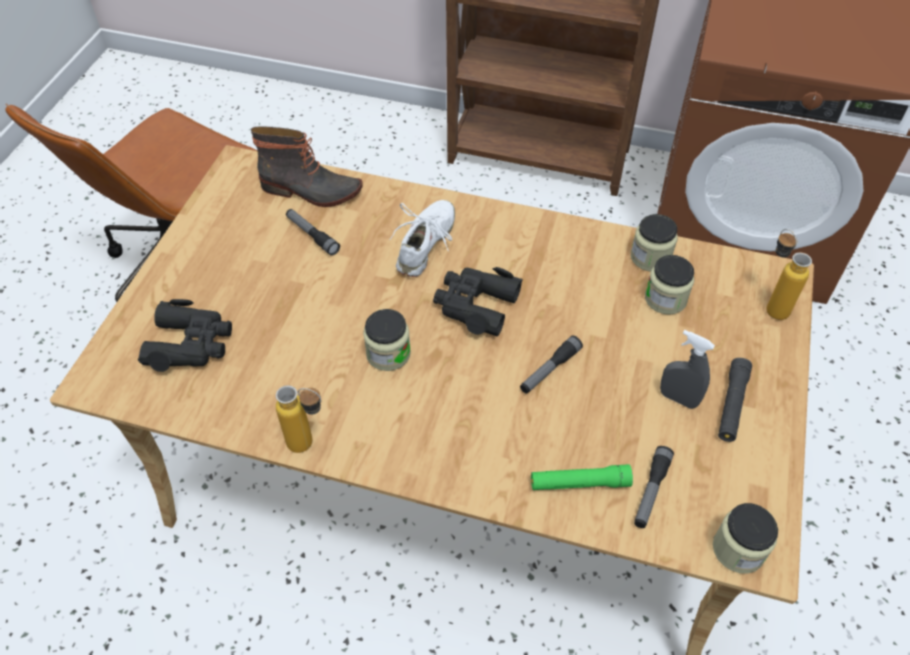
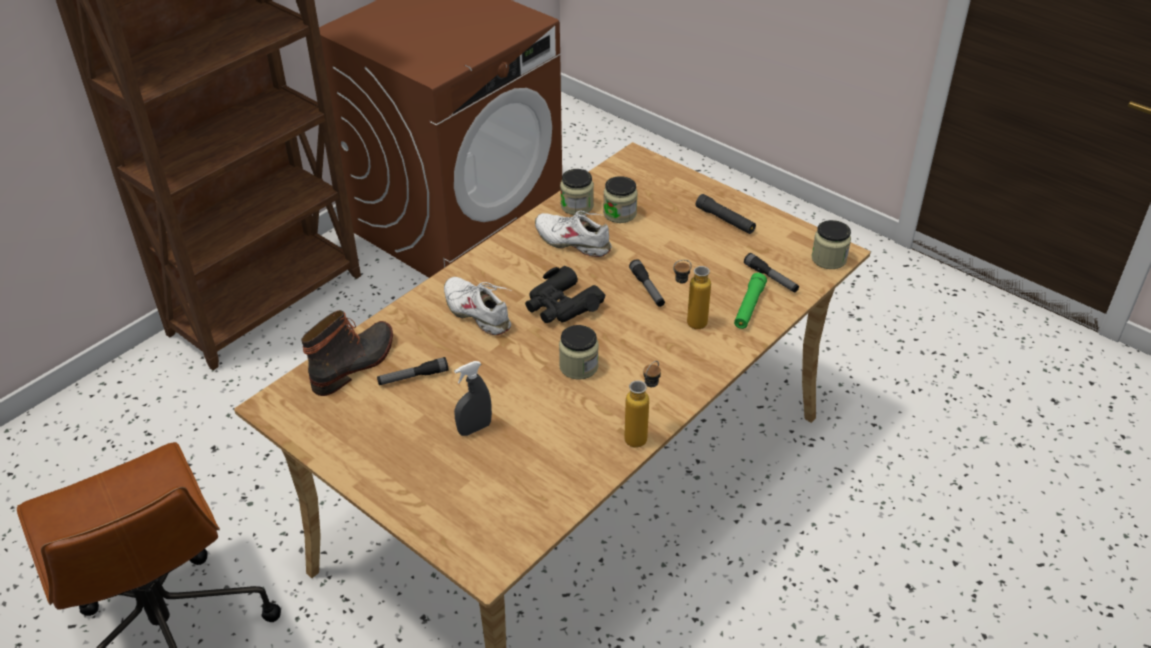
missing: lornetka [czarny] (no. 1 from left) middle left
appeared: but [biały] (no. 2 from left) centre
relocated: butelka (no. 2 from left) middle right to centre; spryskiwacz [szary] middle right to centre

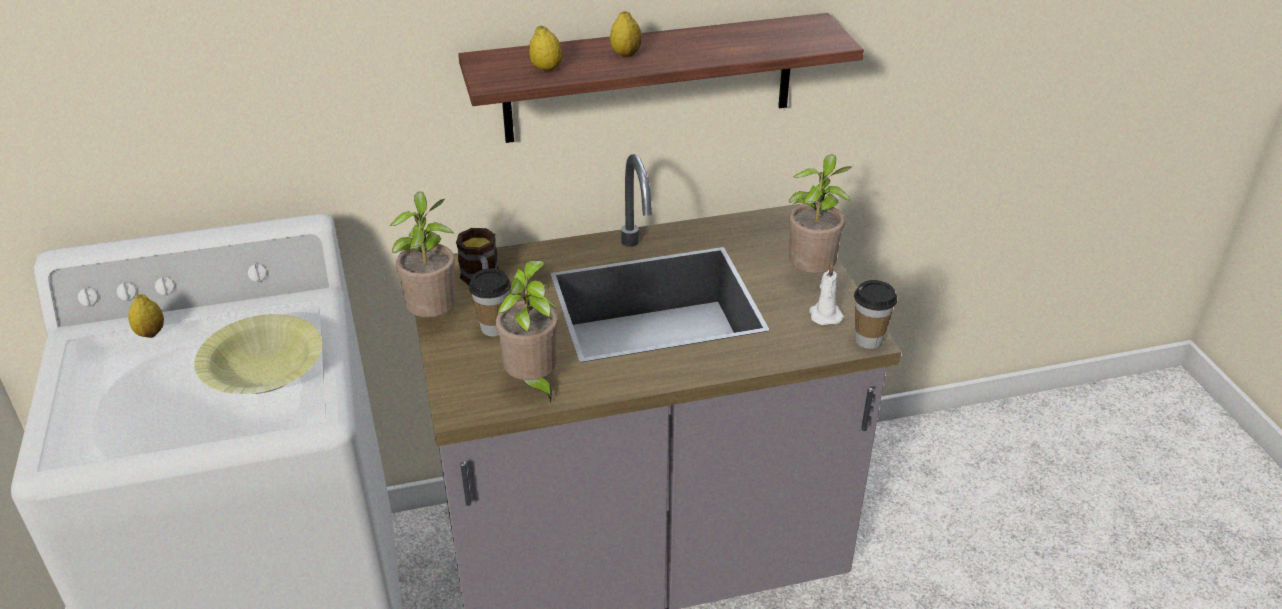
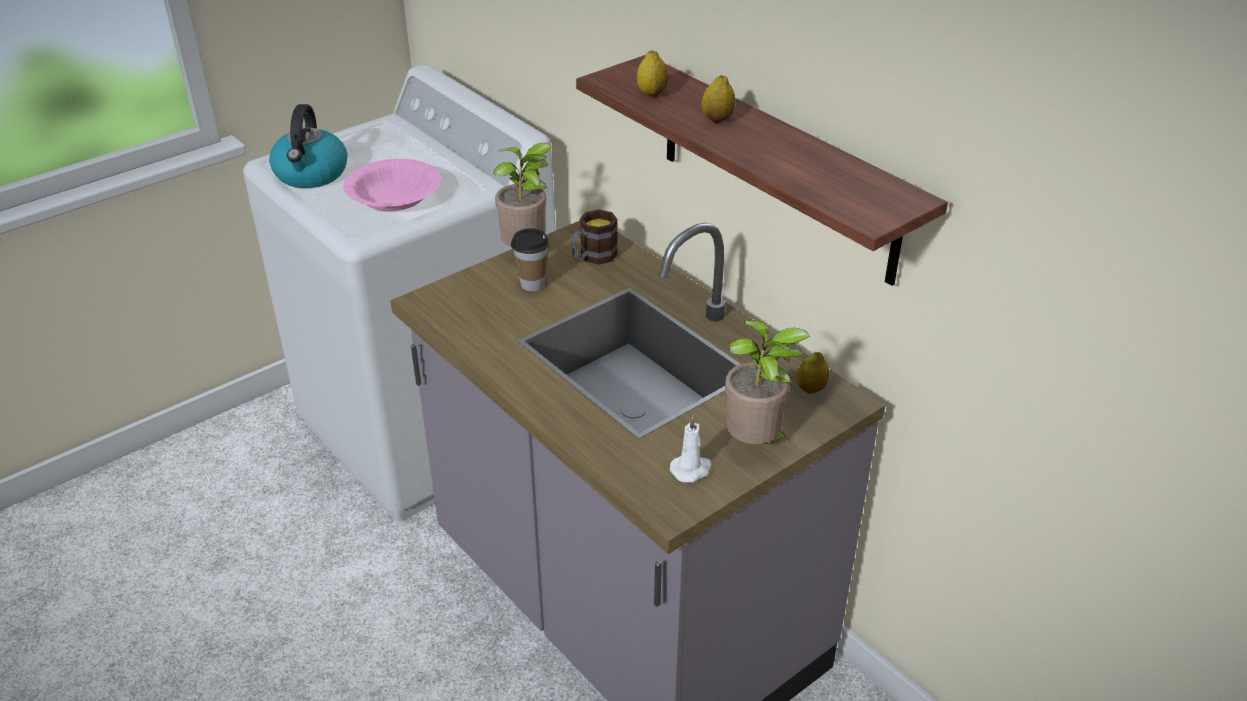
missing: roślina doniczkowa (no. 2 from left) centre; filiżanka (no. 2 from left) middle right
appeared: czajnik top left
relocated: cytryna (no. 1 from left in the first image) middle left to cytryna (no. 3 from left) centre
colour: miska [żółty] middle left to miska [różowy] top left

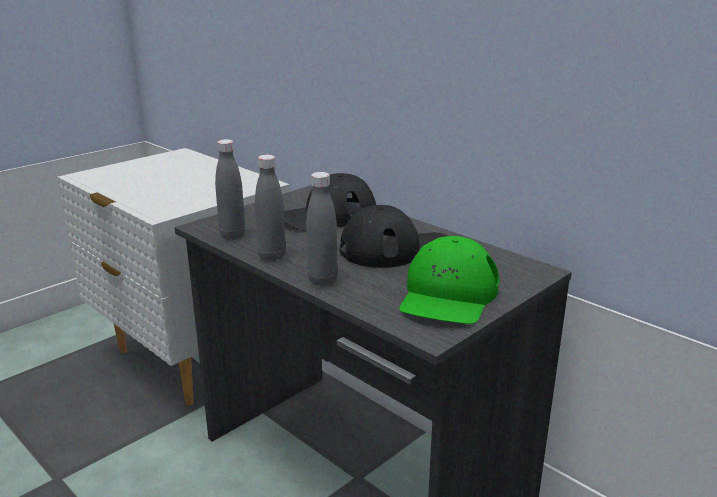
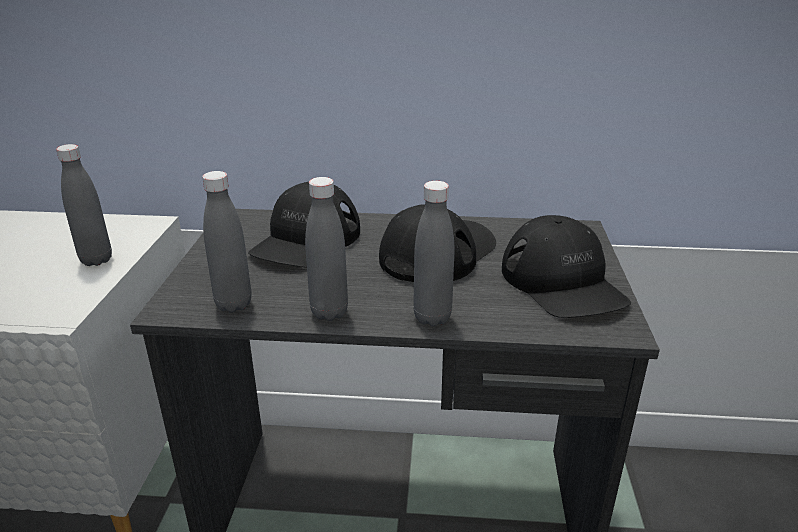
appeared: butelka [szary] (no. 1 from left) middle left
colour: czapka z daszkiem [zielony] centre to czapka z daszkiem [czarny] (no. 3 from left) middle right

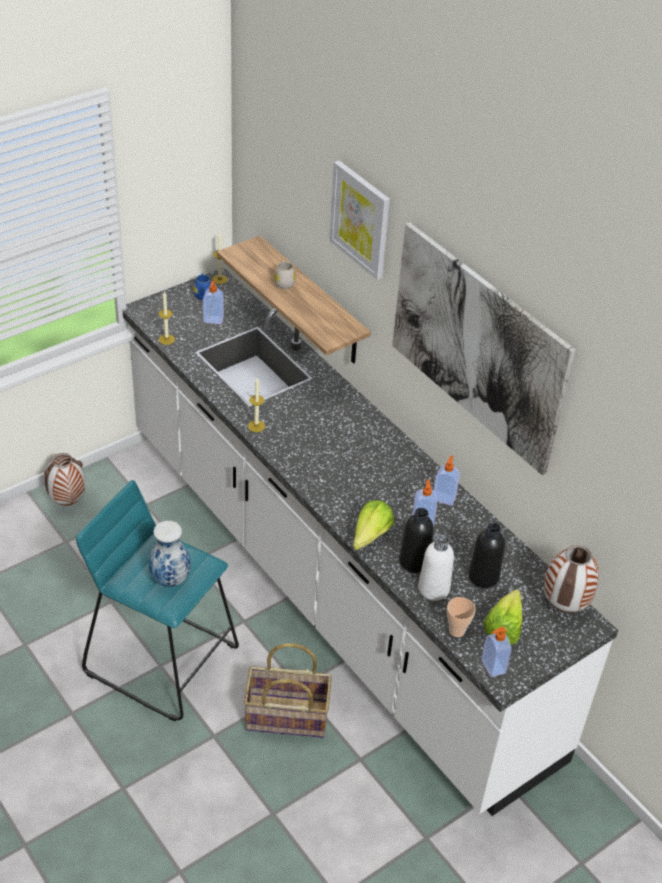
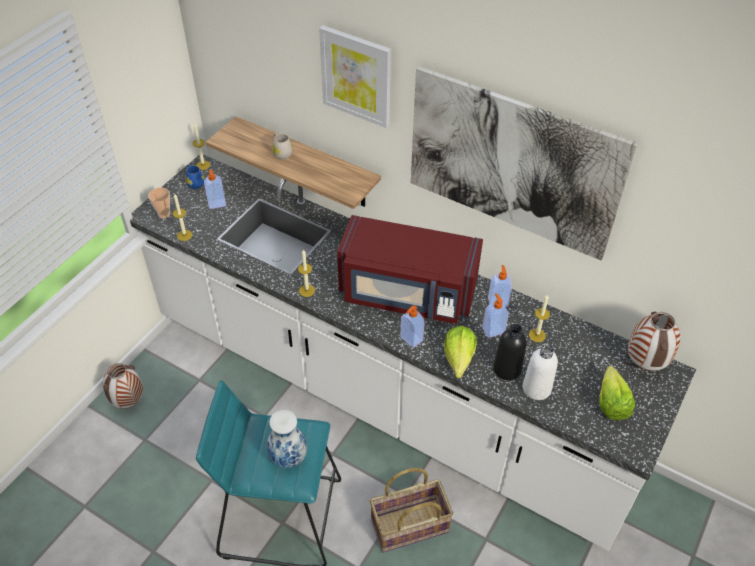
missing: butelka [czarny] (no. 2 from left) middle right
appeared: mikrofalówka [czerwony] centre; świeca (no. 4 from left) middle right
relocated: filiżanka bottom right to middle left; dozownik mydła (no. 4 from left in the first image) bottom right to dozownik mydła (no. 2 from left) centre

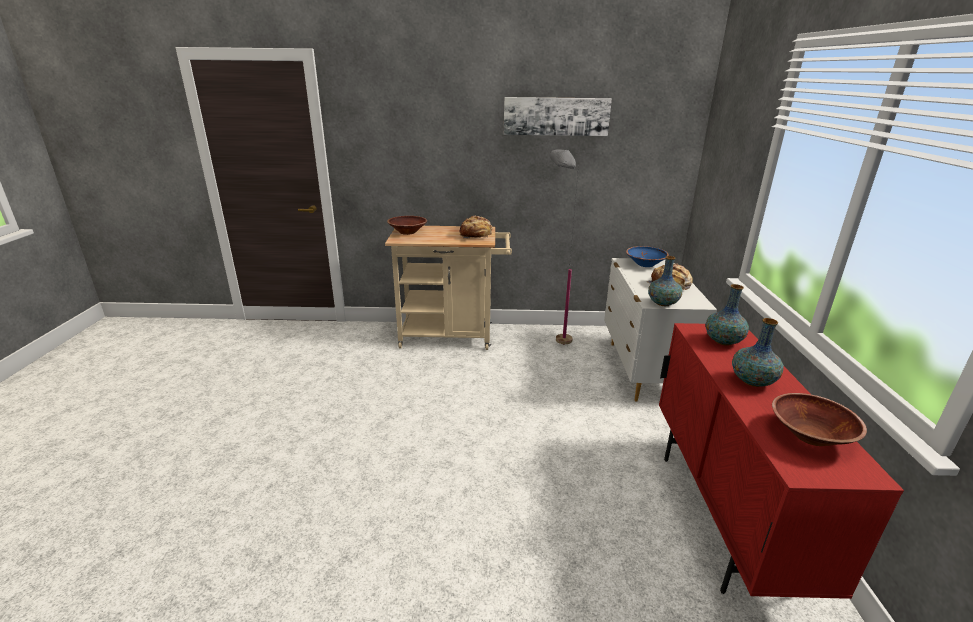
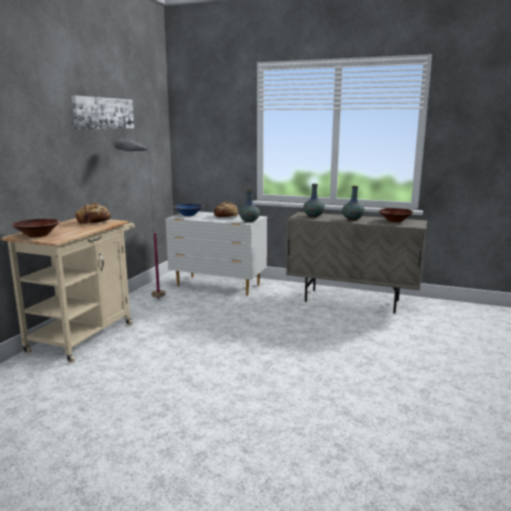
colour: szafka [czerwony] bottom right to szafka [beżowy] middle right

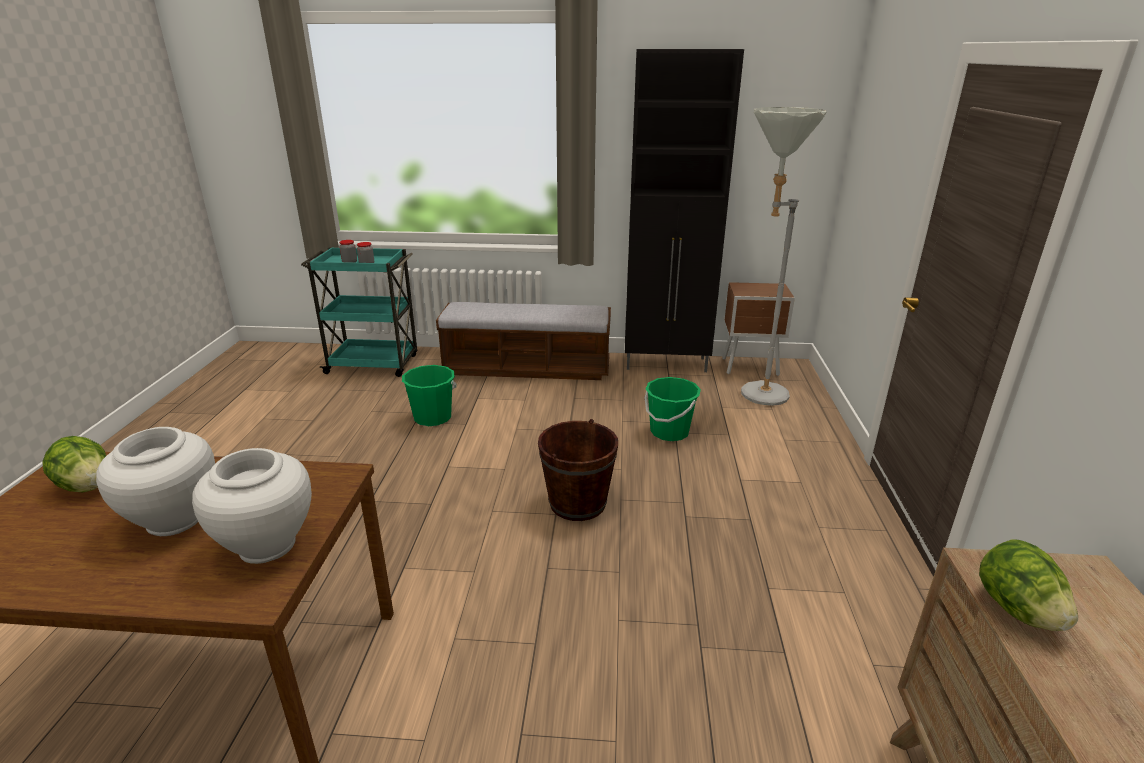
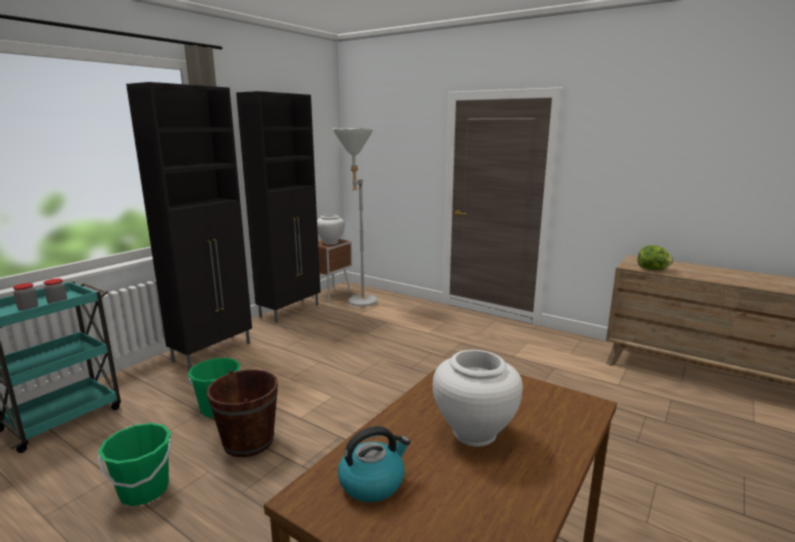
relocated: wiadro [zielony] (no. 2 from left in the first image) centre to wiadro [zielony] (no. 1 from left) bottom left; wiadro [brązowy] centre to bottom left; wazon [biały] (no. 2 from left in the first image) middle left to wazon [biały] (no. 1 from left) centre
exchanged: ławka centre to szafka [czarny] (no. 1 from left) middle left; sałata (no. 1 from left) middle left to czajnik bottom centre

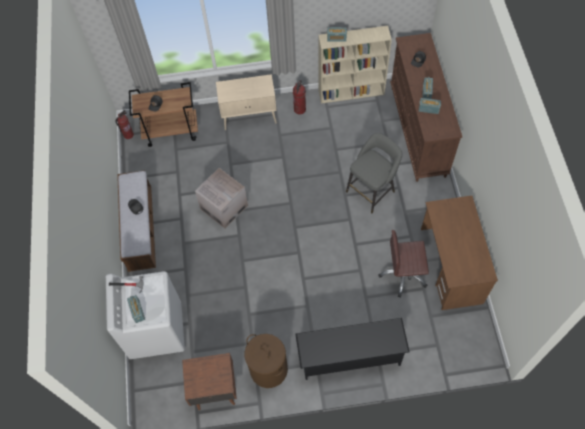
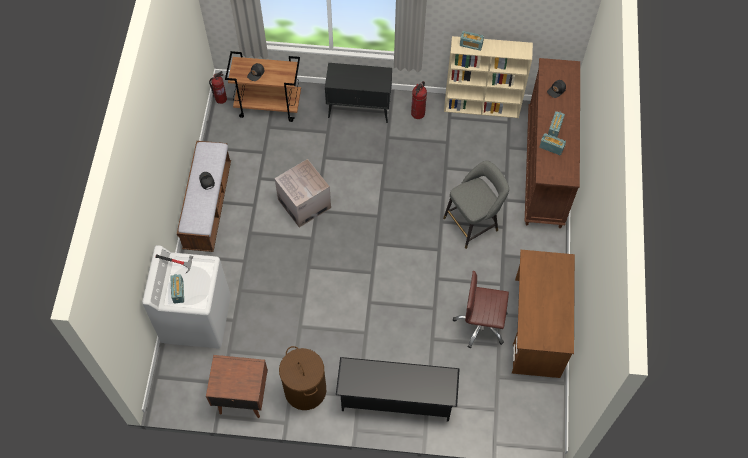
colour: szafka [beżowy] top centre to szafka [czarny] top centre

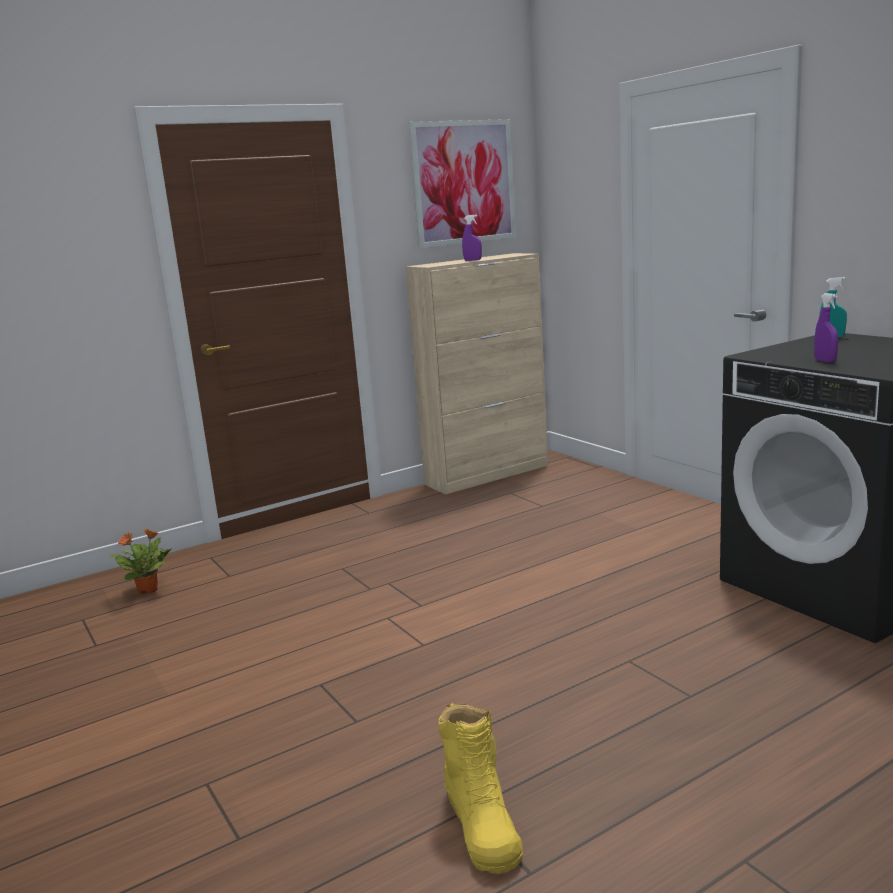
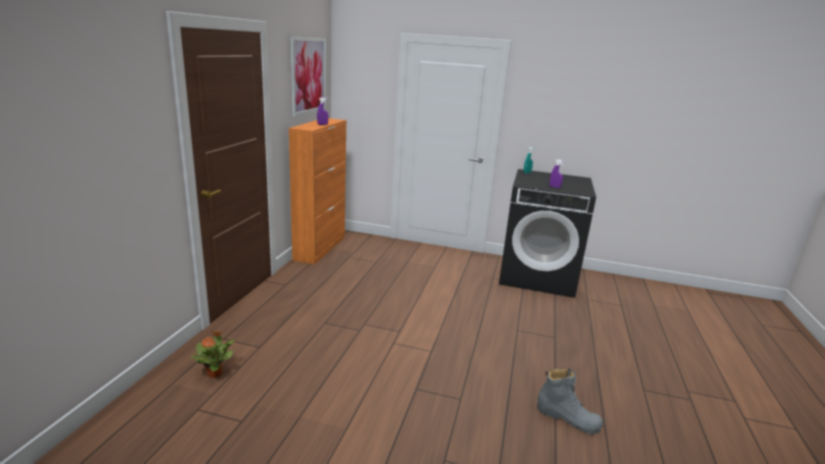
colour: szafka [beżowy] centre to szafka [pomarańczowy] centre; but z cholewką [żółty] bottom centre to but z cholewką [szary] bottom right

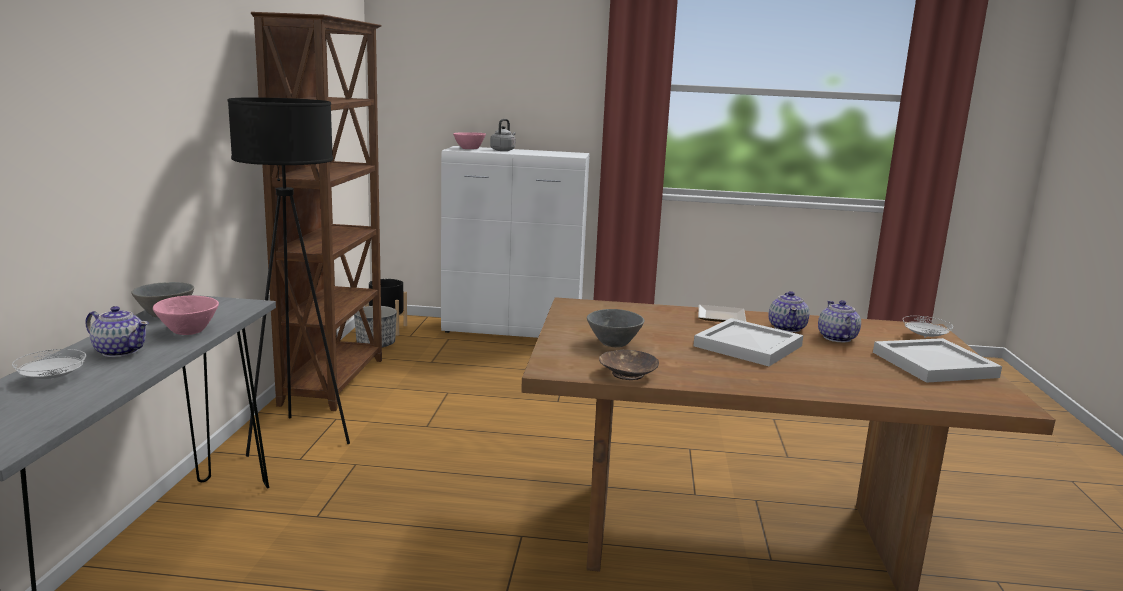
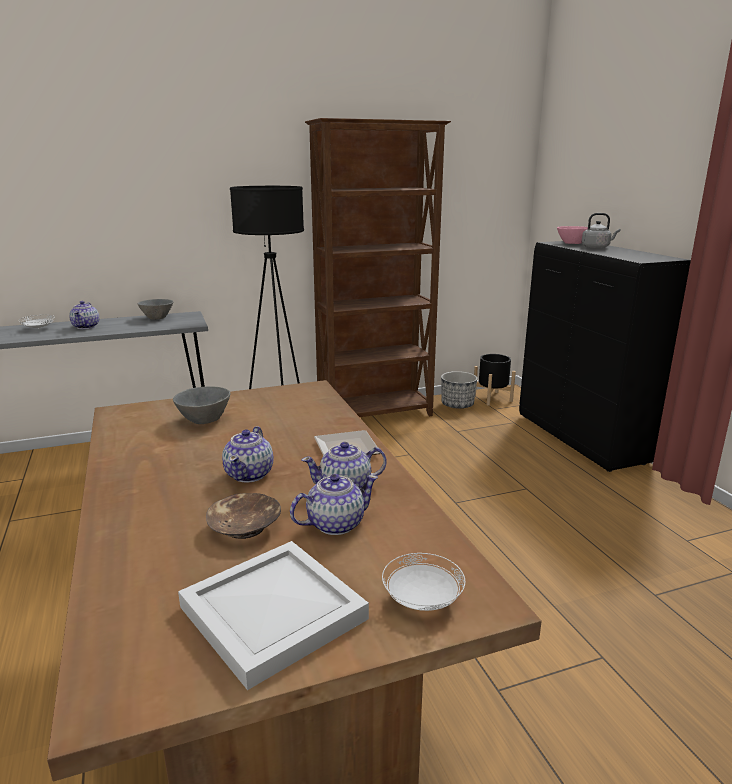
missing: miska [różowy] (no. 1 from left) middle left
relocated: miska [brązowy] centre to middle left
exchanged: taca [biały] (no. 1 from left) centre to imbryk (no. 2 from left) centre
colour: szafka [biały] centre to szafka [czarny] middle right

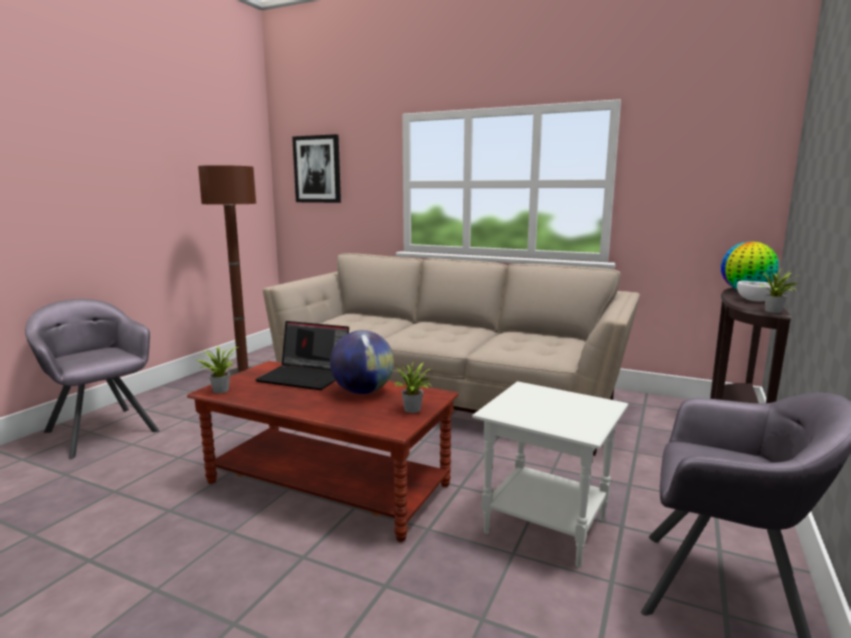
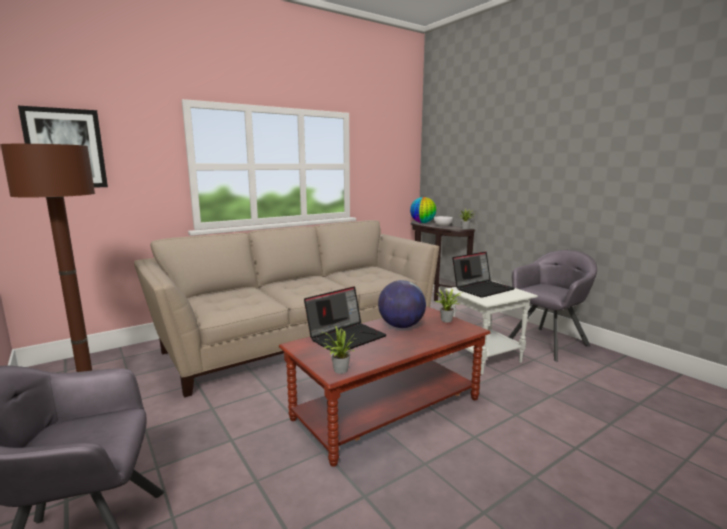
appeared: laptop (no. 2 from left) centre

